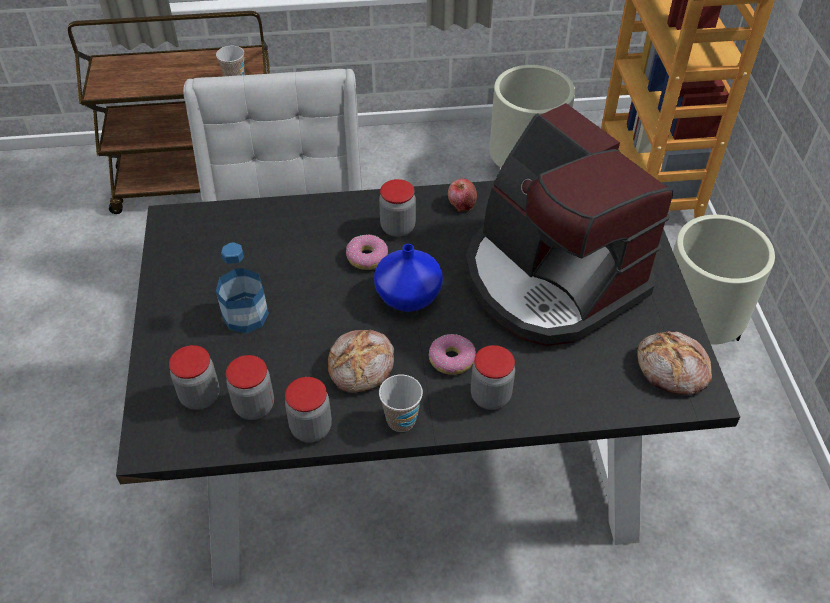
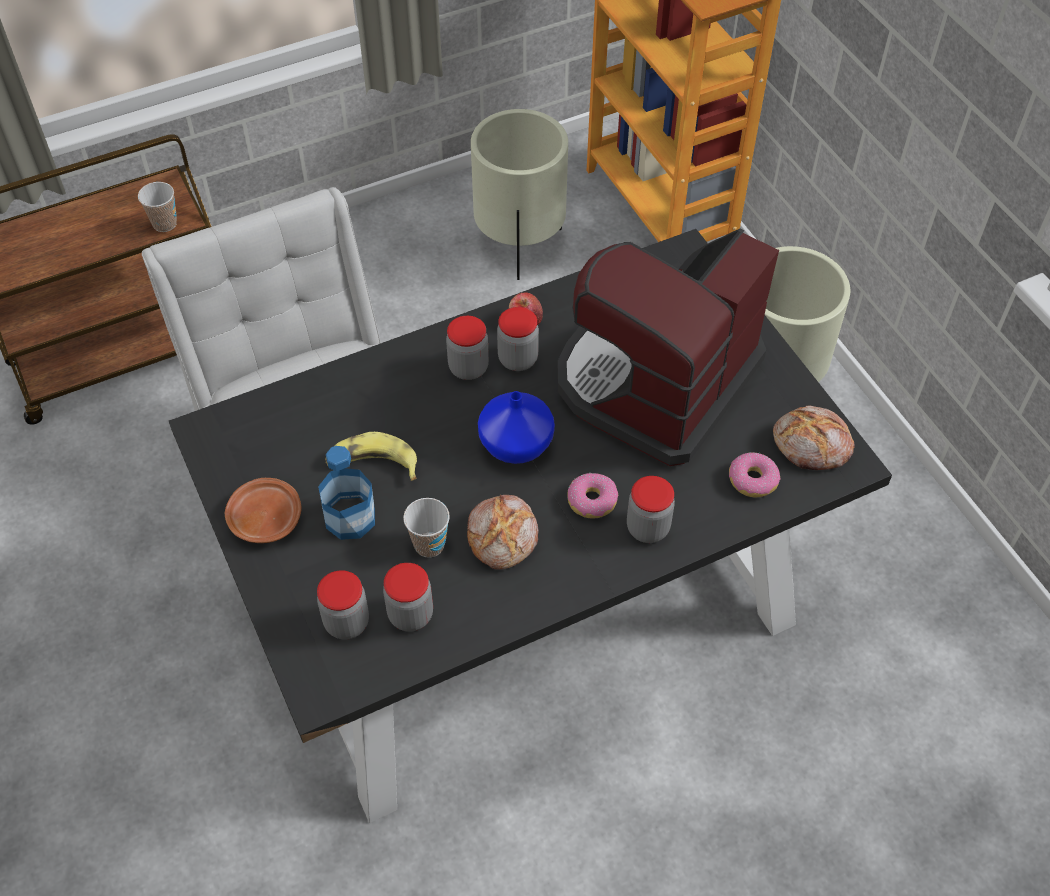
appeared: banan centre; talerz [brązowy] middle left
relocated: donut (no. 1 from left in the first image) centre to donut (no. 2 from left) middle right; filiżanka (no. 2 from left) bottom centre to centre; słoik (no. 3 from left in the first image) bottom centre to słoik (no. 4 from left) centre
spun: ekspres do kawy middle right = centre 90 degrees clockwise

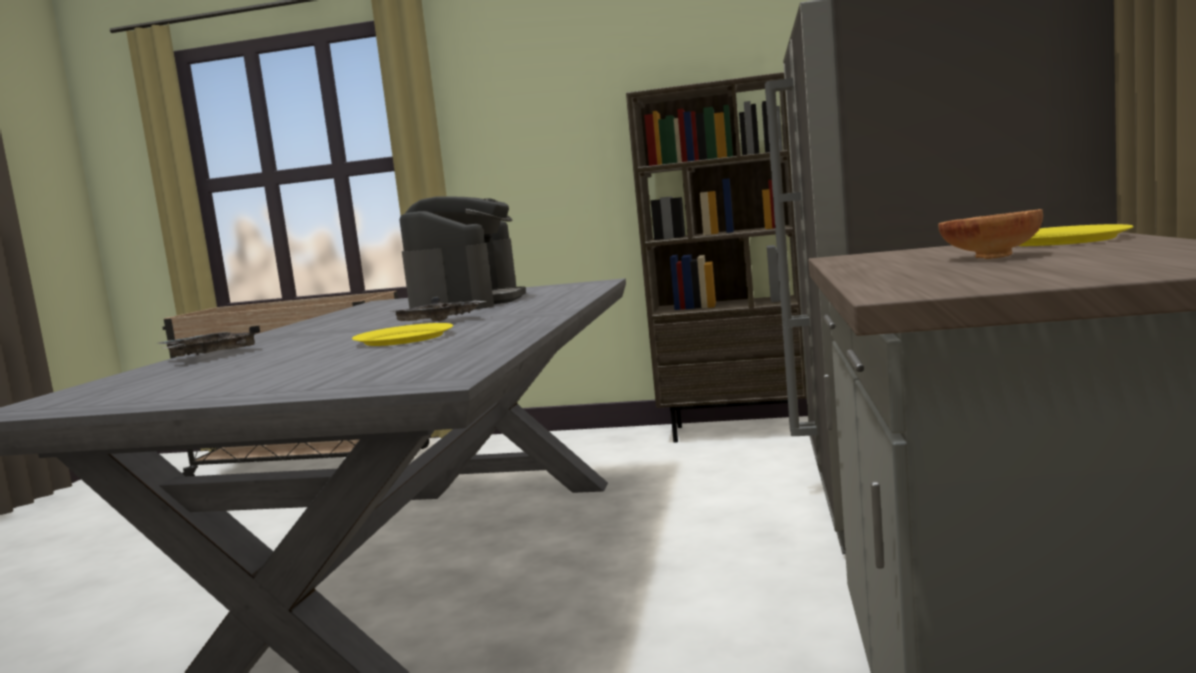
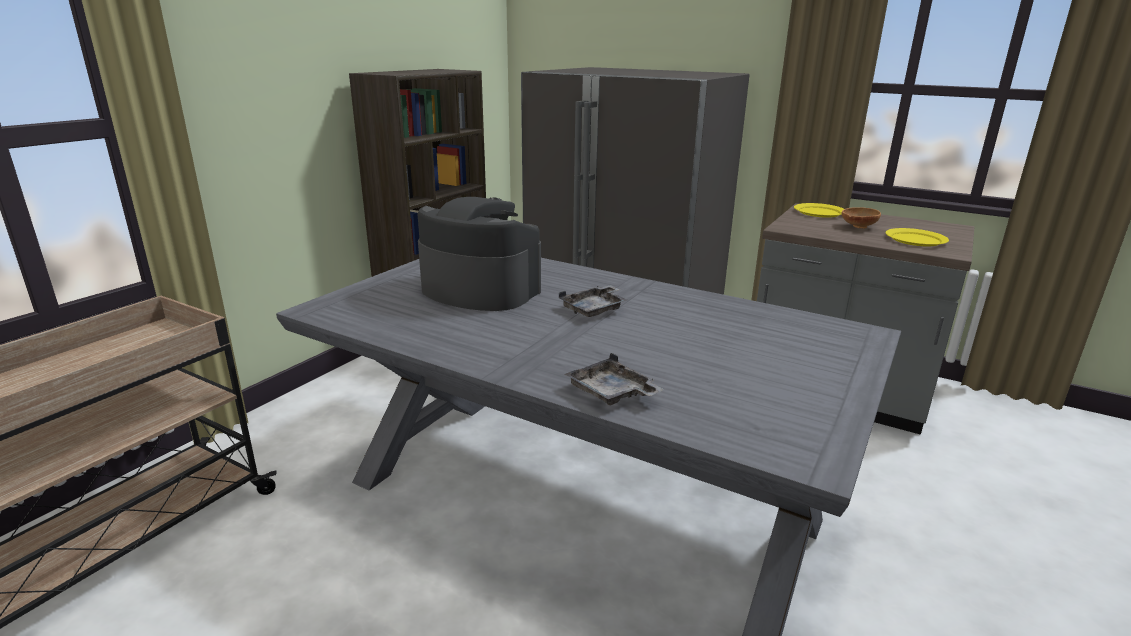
relocated: talerz [żółty] (no. 1 from left in the first image) centre to talerz [żółty] (no. 2 from left) middle right

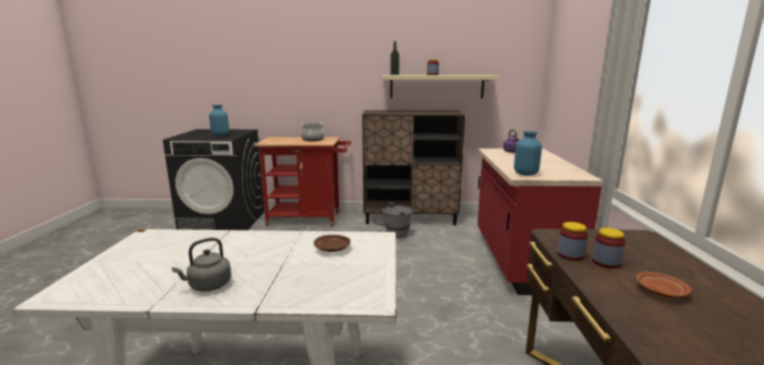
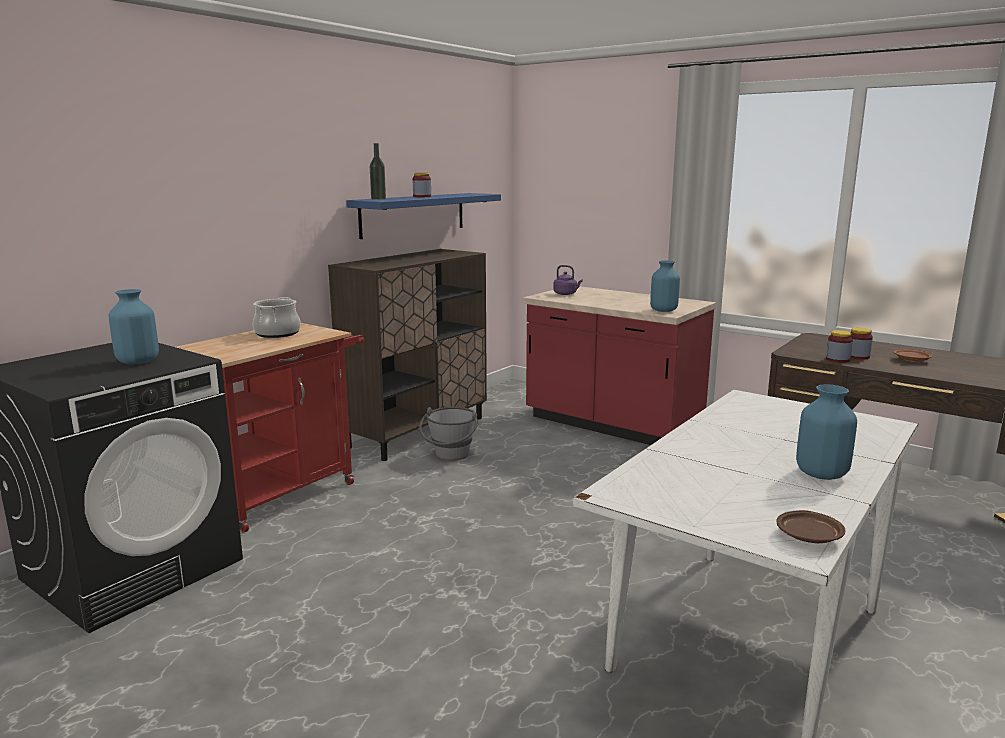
relocated: talerz [brązowy] (no. 1 from left) centre to bottom right
exchanged: czajnik [szary] bottom left to wazon [niebieski] (no. 3 from left) middle right
colour: półka [beżowy] top centre to półka [niebieski] top centre

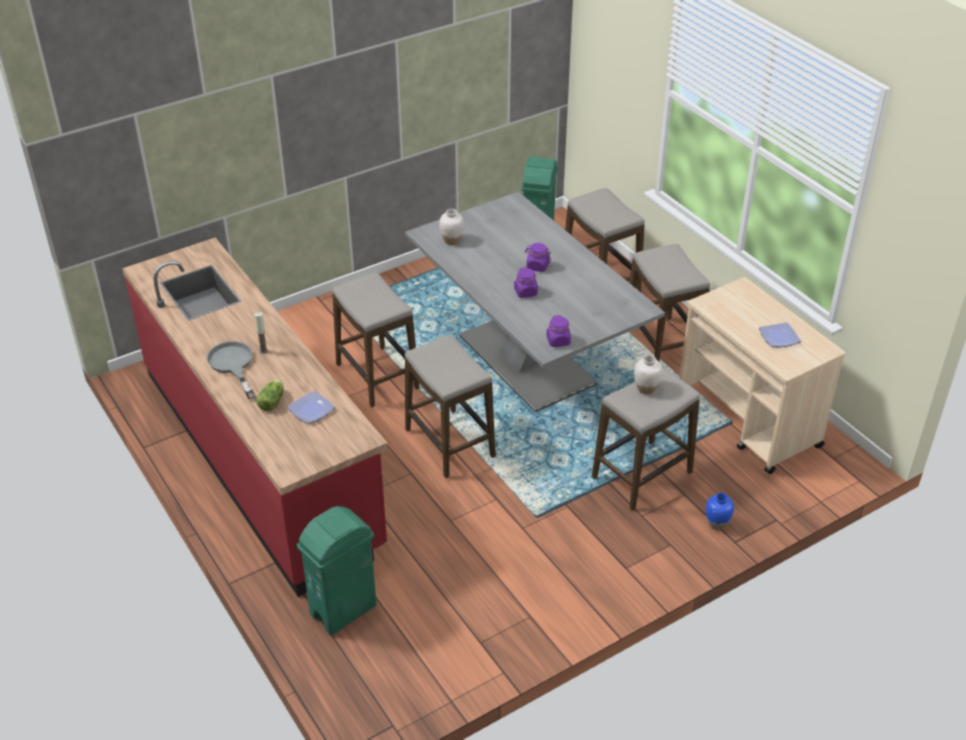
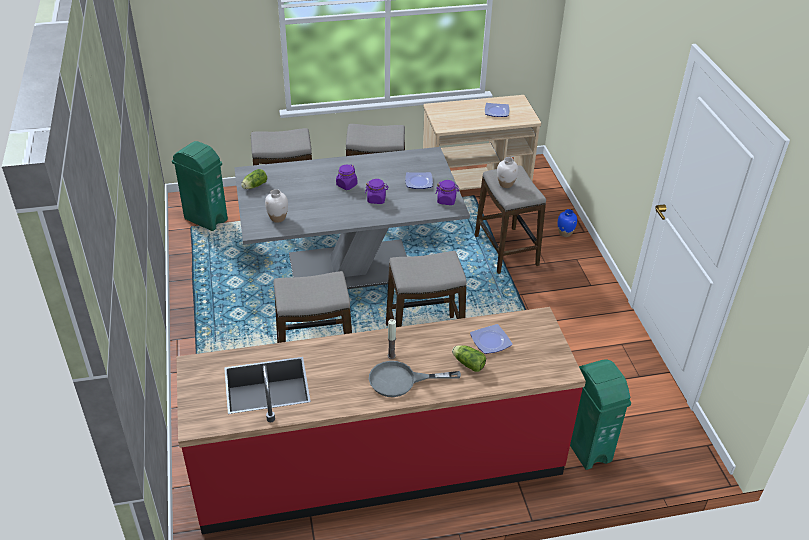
appeared: sałata (no. 1 from left) top left; talerz (no. 1 from left) centre

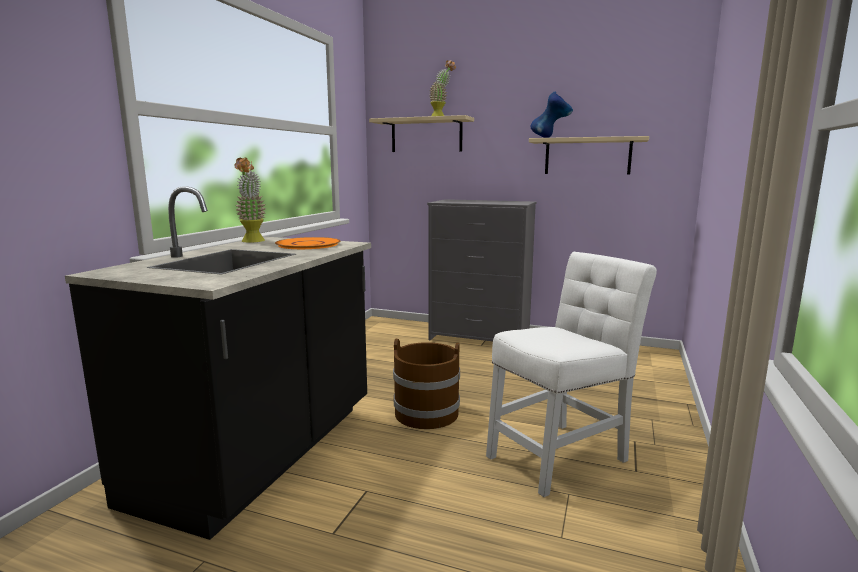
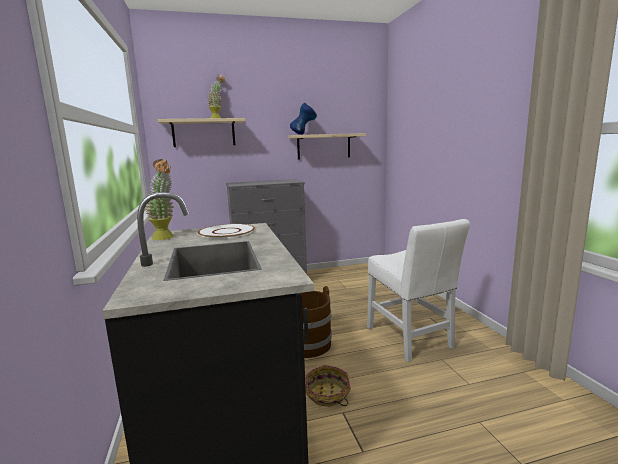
appeared: koszyk bottom centre
colour: talerz [pomarańczowy] centre to talerz [biały] centre
spun: krzesło [biały] centre = middle right 135 degrees clockwise

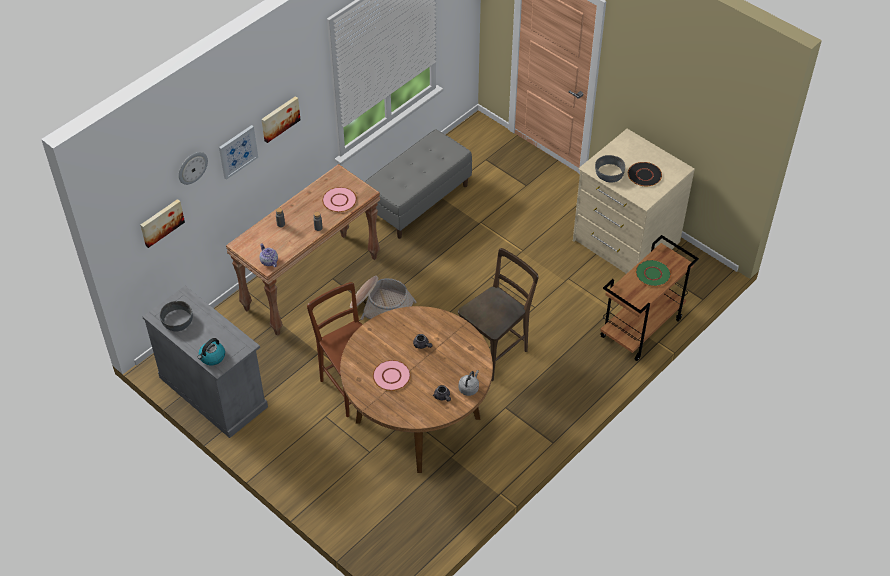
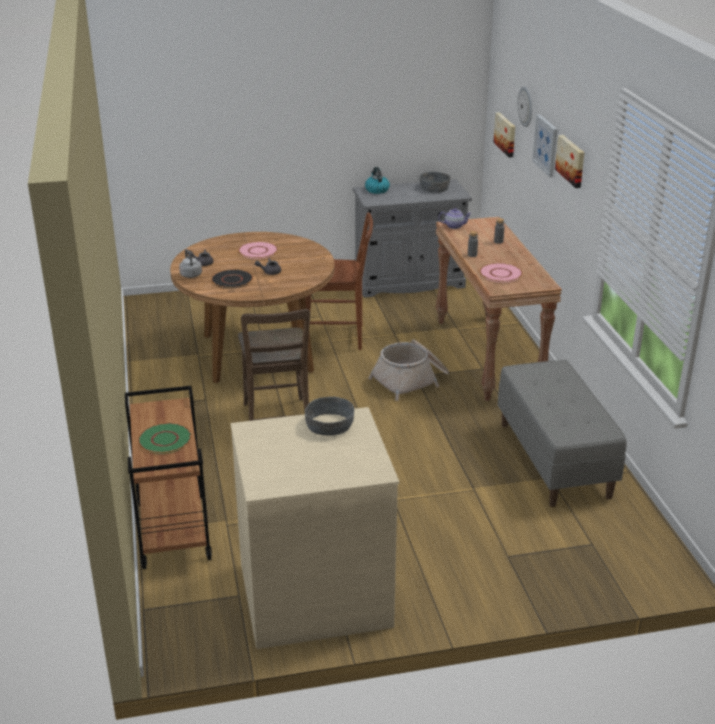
relocated: talerz [czarny] top right to middle left

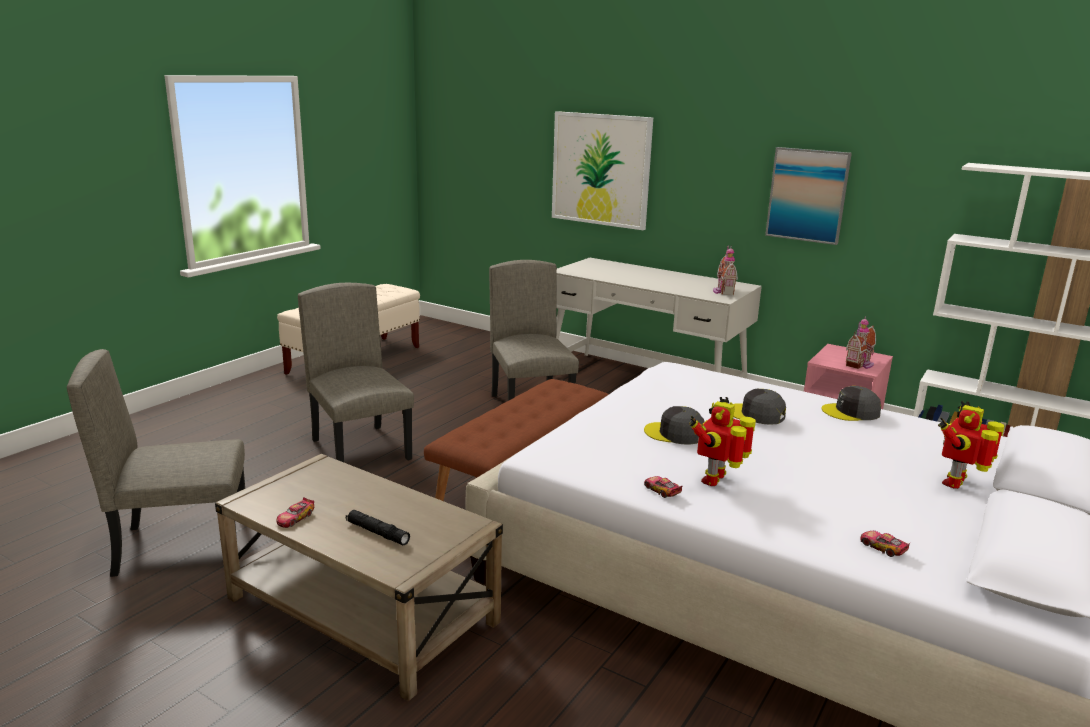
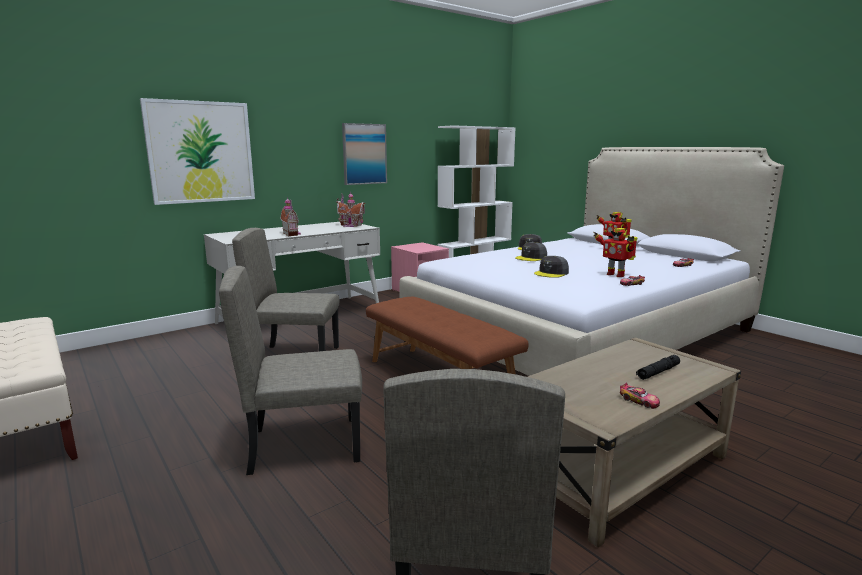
relocated: domek (no. 2 from left in the first image) middle right to domek (no. 1 from left) centre

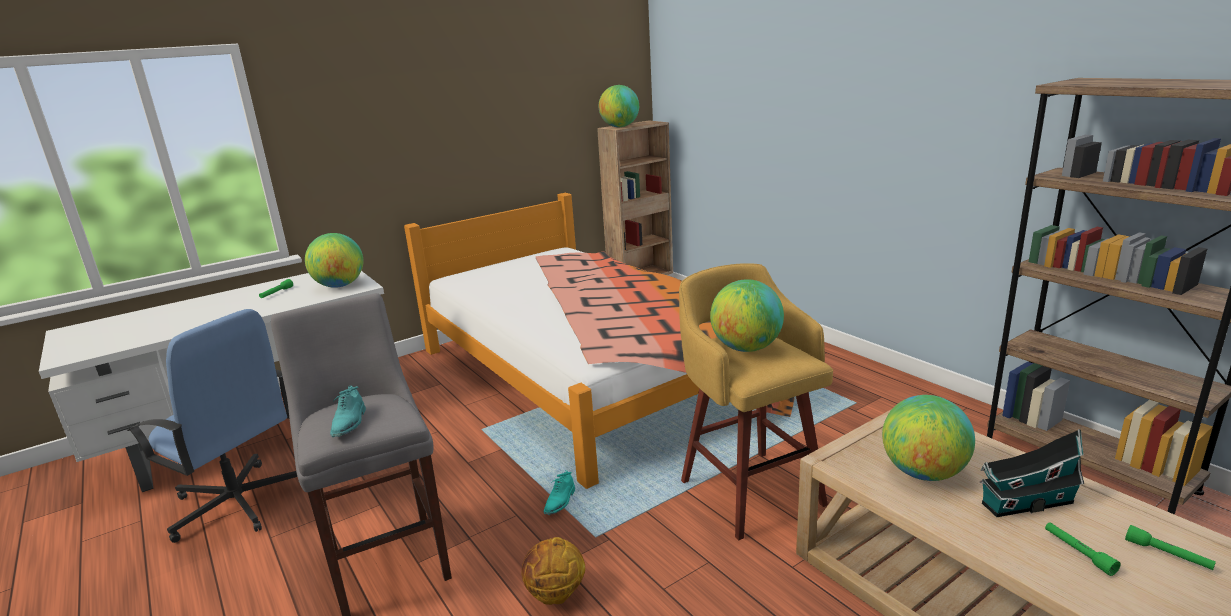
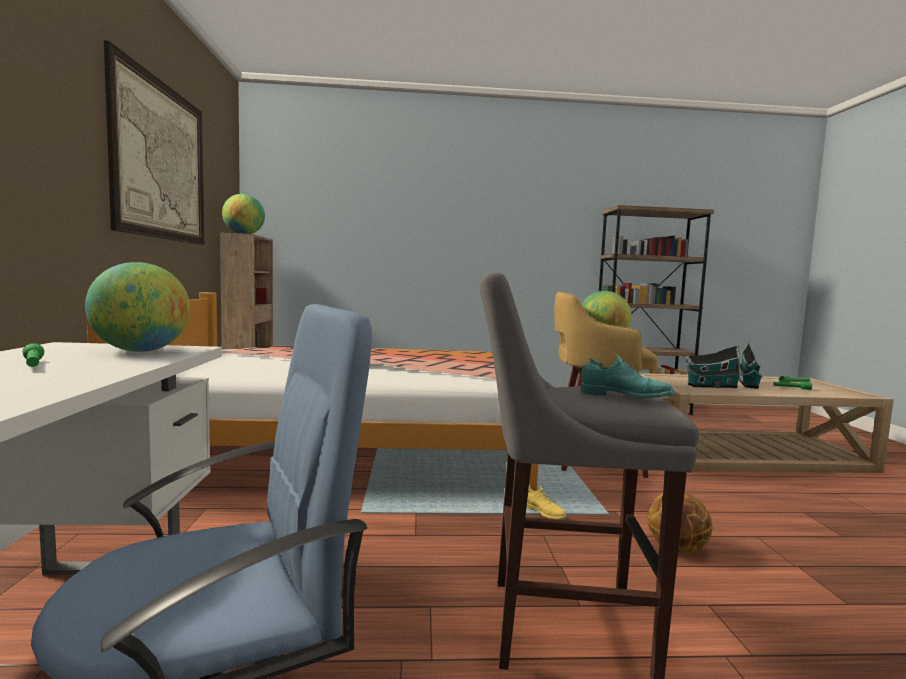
appeared: obraz top left
exchanged: globus (no. 4 from left) bottom right to domek (no. 1 from left) middle right
colour: but [turkusowy] (no. 2 from left) bottom centre to but [żółty] bottom centre

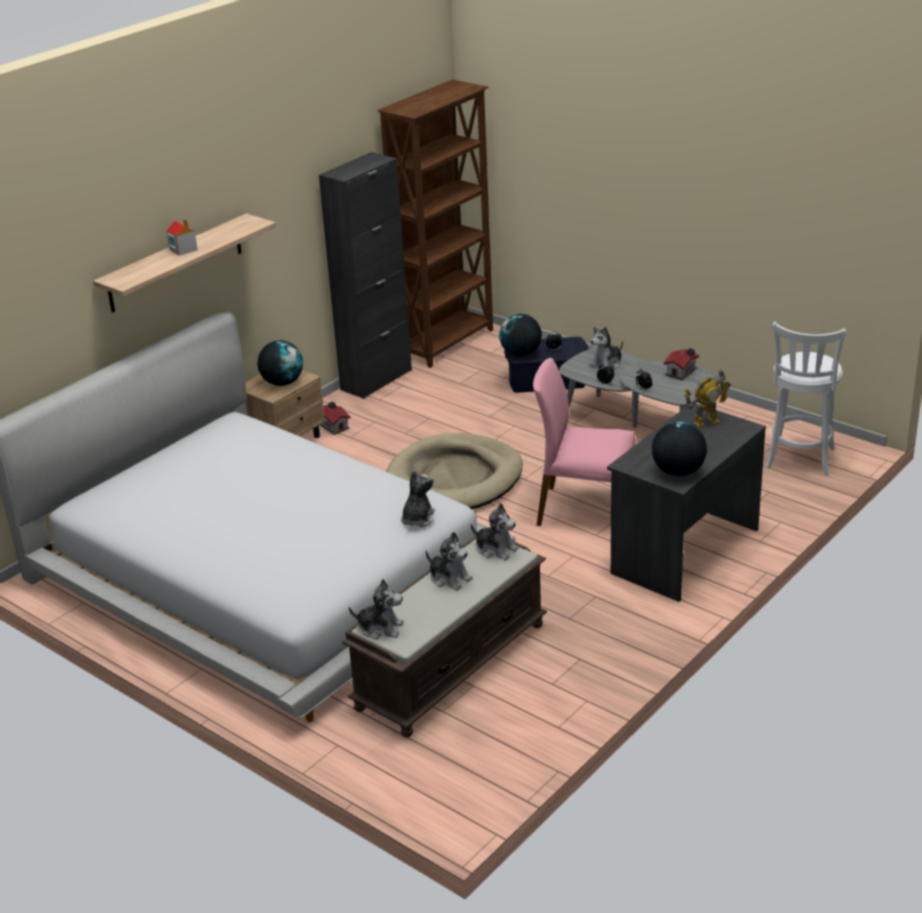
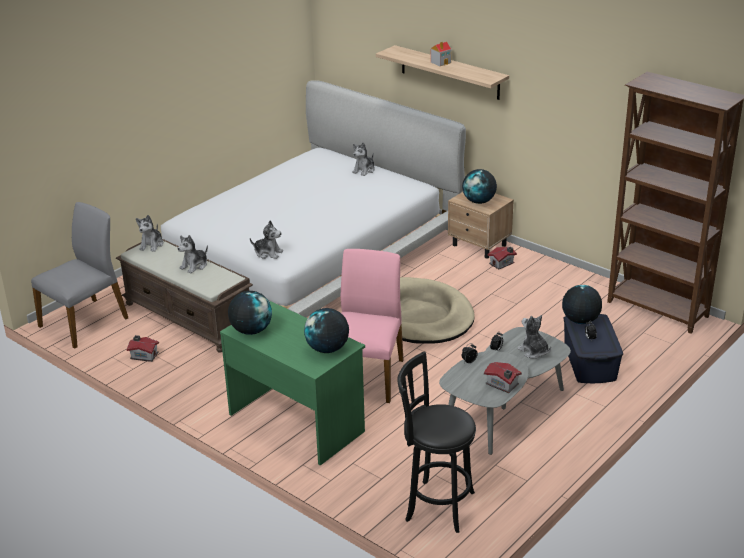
missing: szafka [czarny] top centre
appeared: krzesło [szary] middle left; domek (no. 1 from left) middle left
relocated: pluszak (no. 4 from left) centre to top centre
exchanged: robot zabawkowy middle right to globus (no. 2 from left) centre
colour: stołek [biały] middle right to stołek [czarny] bottom centre; biurko [szary] middle right to biurko [zielony] bottom centre

